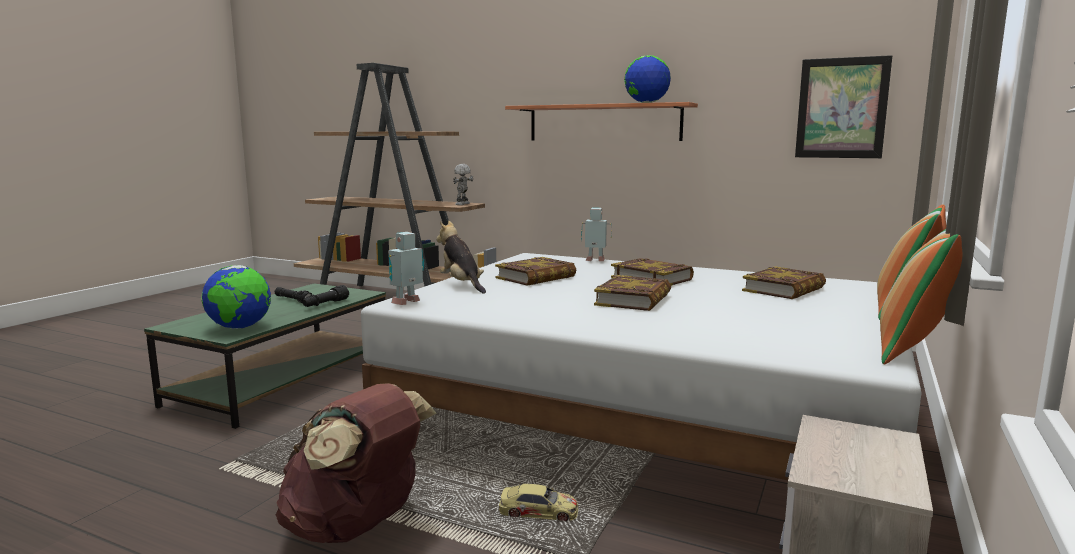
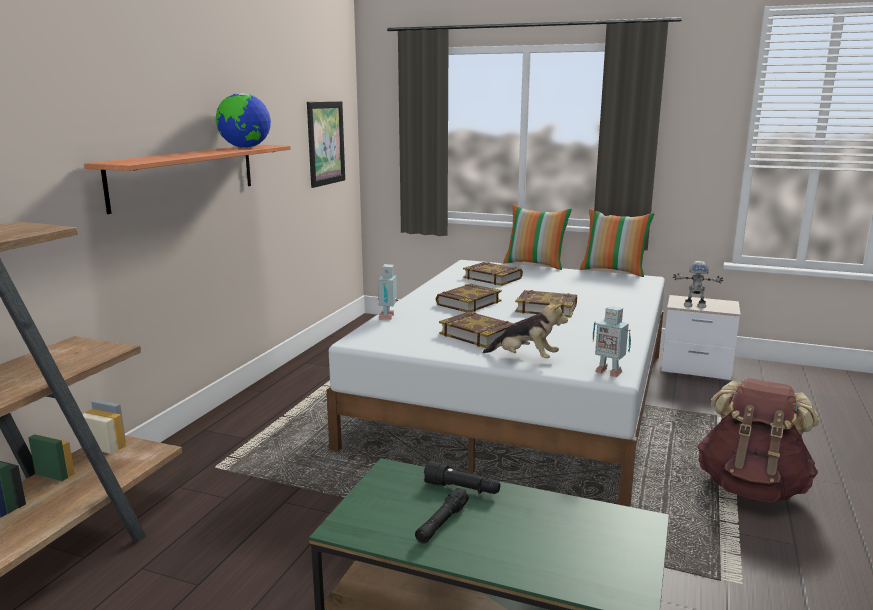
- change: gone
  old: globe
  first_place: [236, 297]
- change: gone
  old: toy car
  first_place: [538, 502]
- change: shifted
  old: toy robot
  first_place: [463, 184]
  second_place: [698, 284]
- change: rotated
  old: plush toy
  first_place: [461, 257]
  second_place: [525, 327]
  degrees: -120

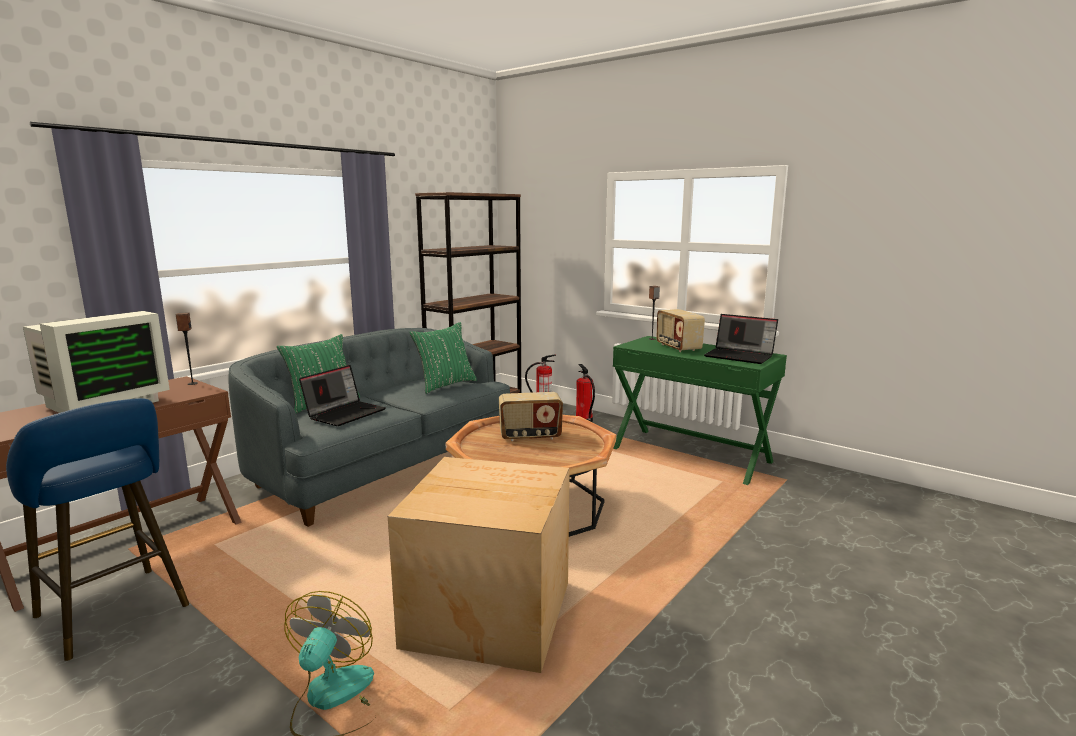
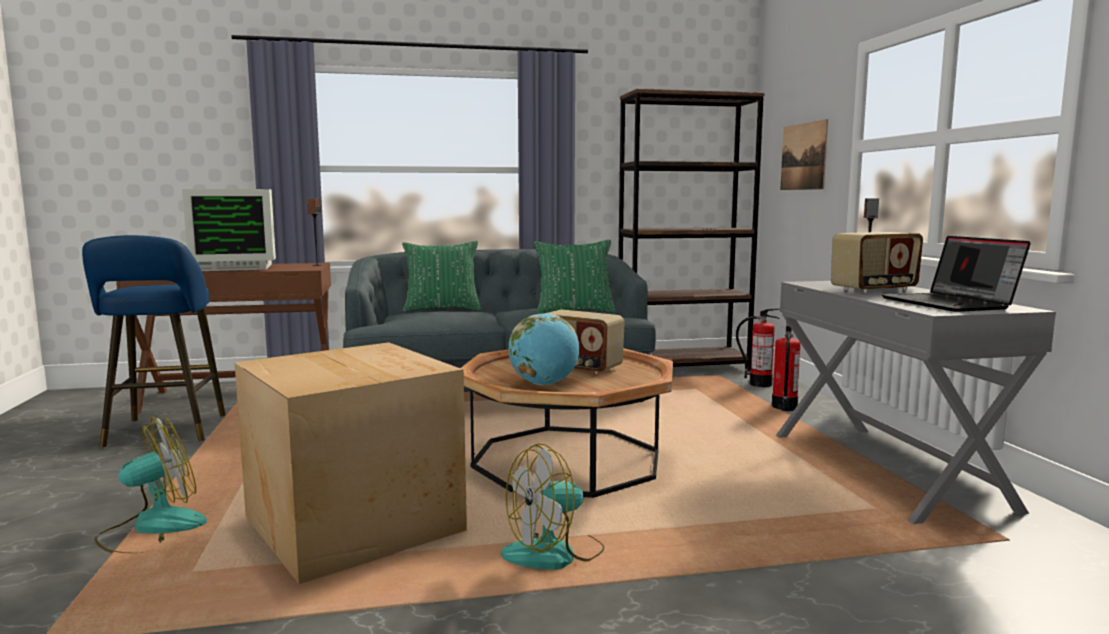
- change: gone
  old: laptop
  first_place: [342, 395]
- change: new
  new: fan
  second_place: [552, 506]
- change: new
  new: globe
  second_place: [544, 349]
- change: new
  new: picture
  second_place: [804, 154]
- change: repainted
  old: green desk
  new: grey desk
  first_place: [700, 410]
  second_place: [916, 402]
- change: rotated
  old: radio
  first_place: [680, 330]
  second_place: [877, 262]
  degrees: -135

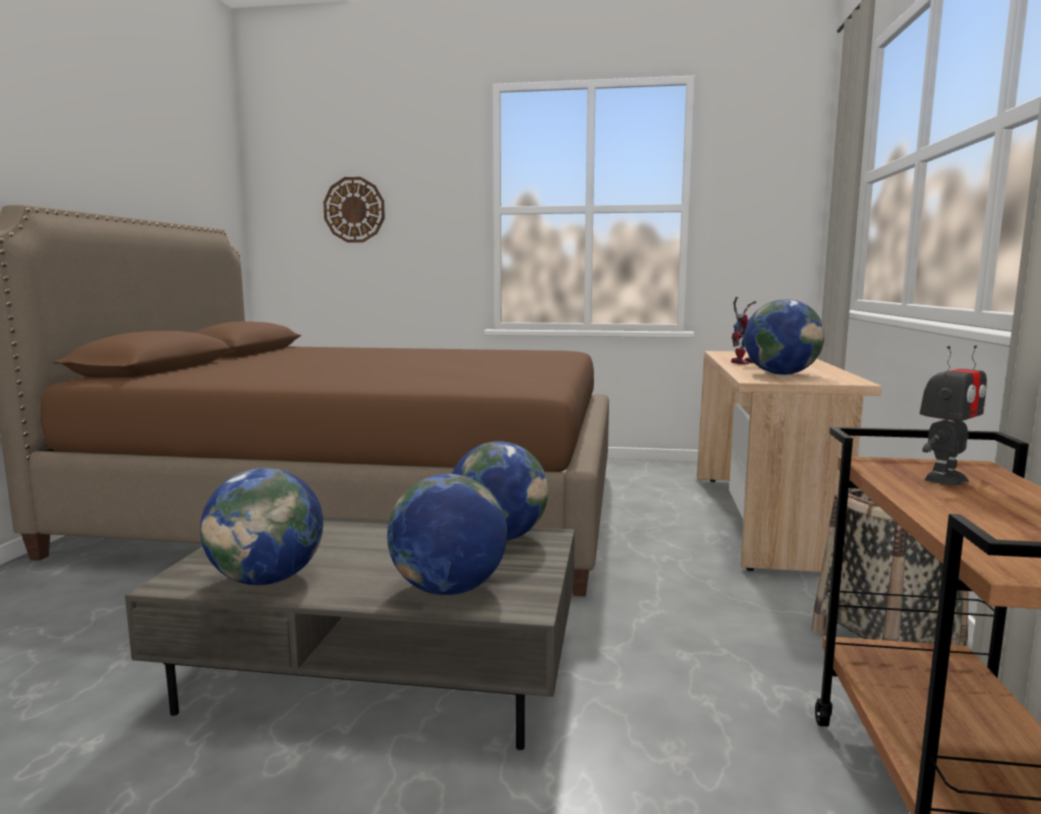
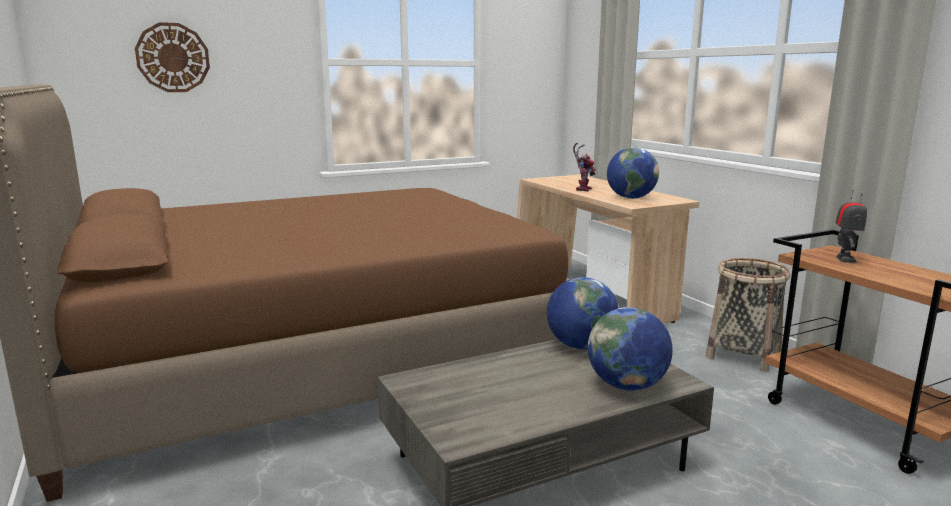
- change: gone
  old: globe
  first_place: [261, 526]

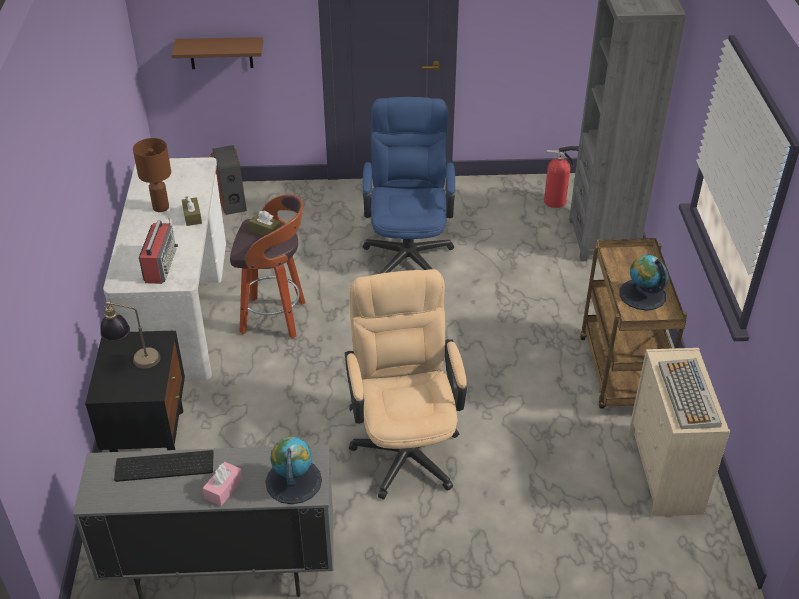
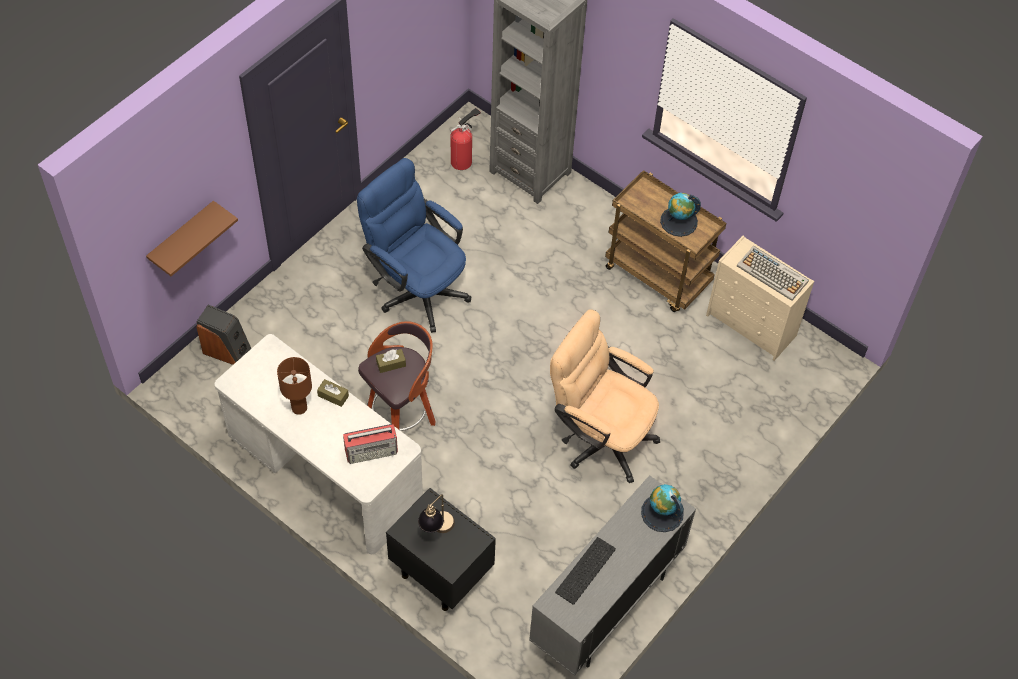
- change: gone
  old: pink tissue box
  first_place: [223, 484]
- change: rotated
  old: radio
  first_place: [158, 251]
  second_place: [370, 444]
  degrees: 120

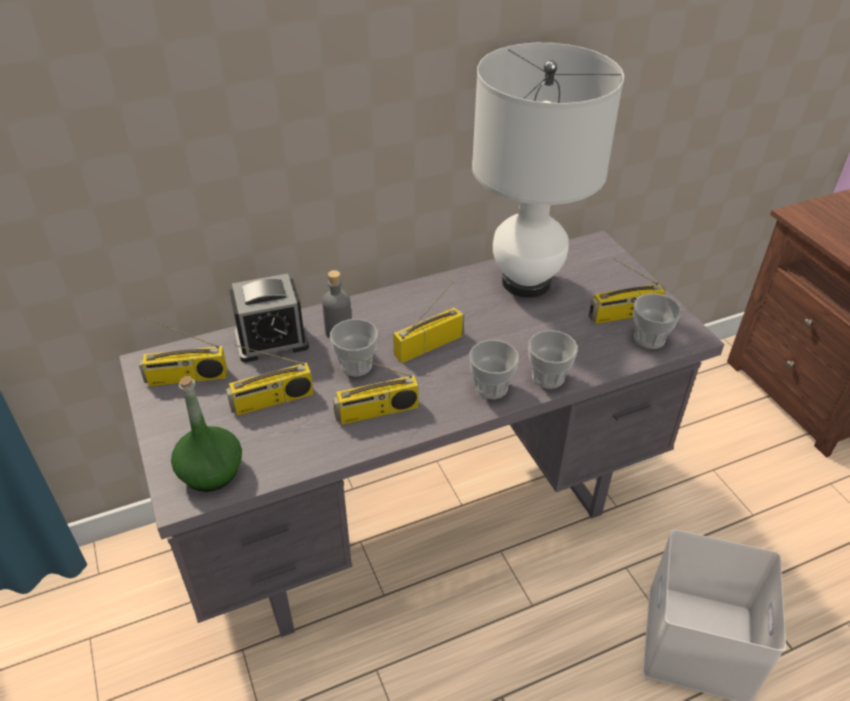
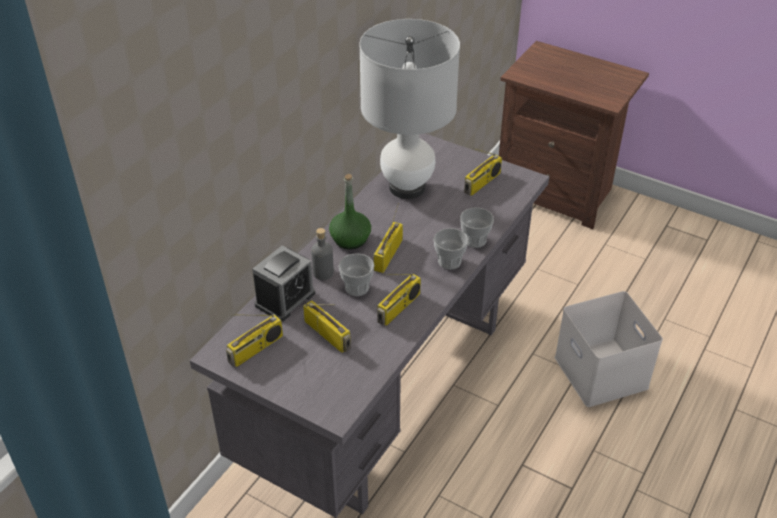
- change: gone
  old: cup
  first_place: [657, 321]
- change: shifted
  old: green bottle
  first_place: [206, 434]
  second_place: [350, 212]
- change: rotated
  old: radio
  first_place: [270, 380]
  second_place: [327, 326]
  degrees: -75

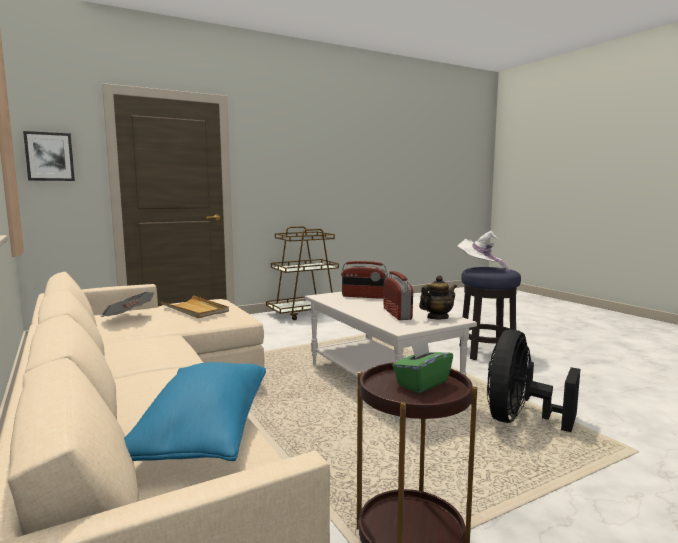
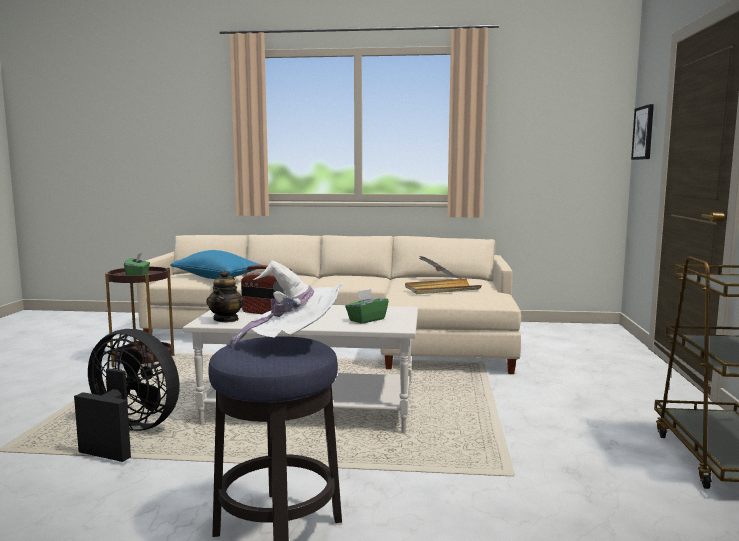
- change: swapped
  old: radio
  new: green tissue box
  first_place: [364, 280]
  second_place: [367, 306]
- change: rotated
  old: black fan
  first_place: [533, 381]
  second_place: [127, 395]
  degrees: -45

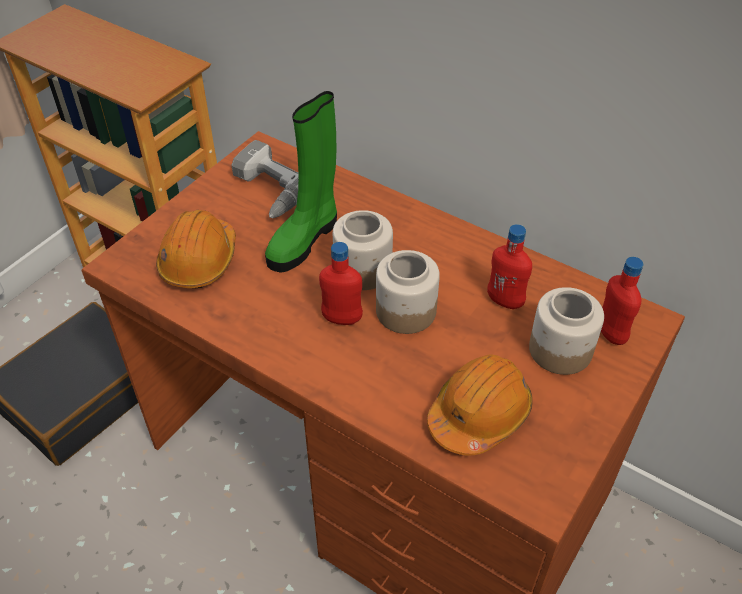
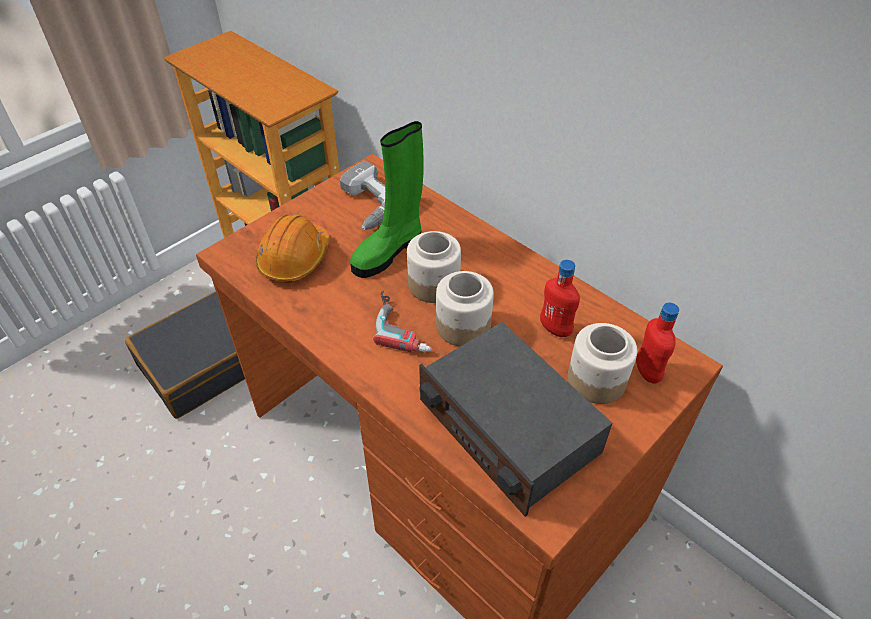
- change: swapped
  old: red bottle
  new: power drill
  first_place: [341, 283]
  second_place: [402, 322]
- change: swapped
  old: orange hard hat
  new: radio
  first_place: [480, 405]
  second_place: [515, 419]

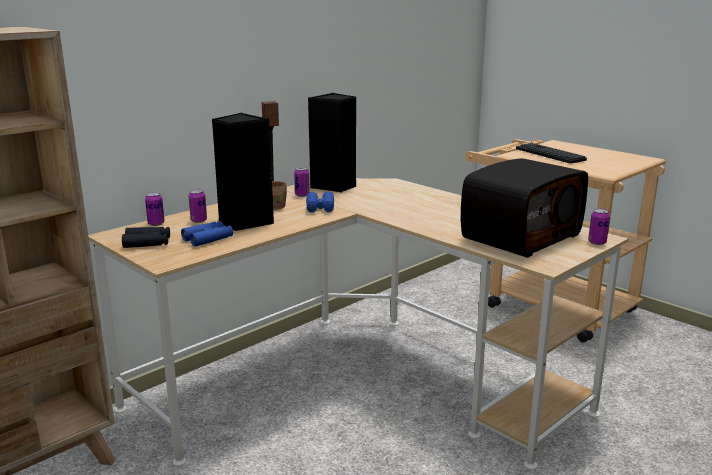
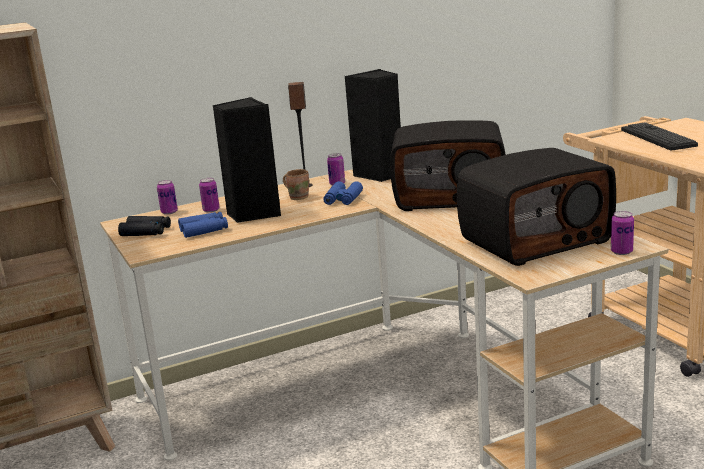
- change: new
  new: radio
  second_place: [447, 165]

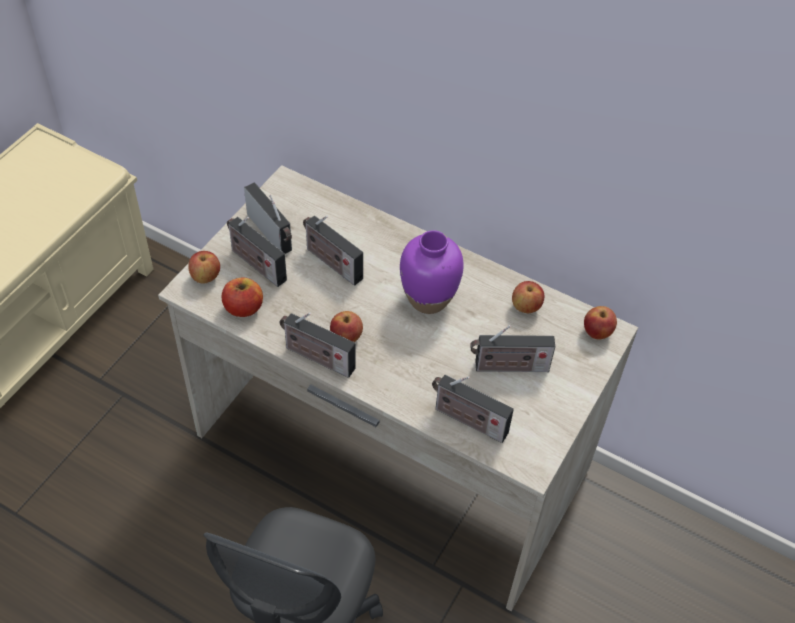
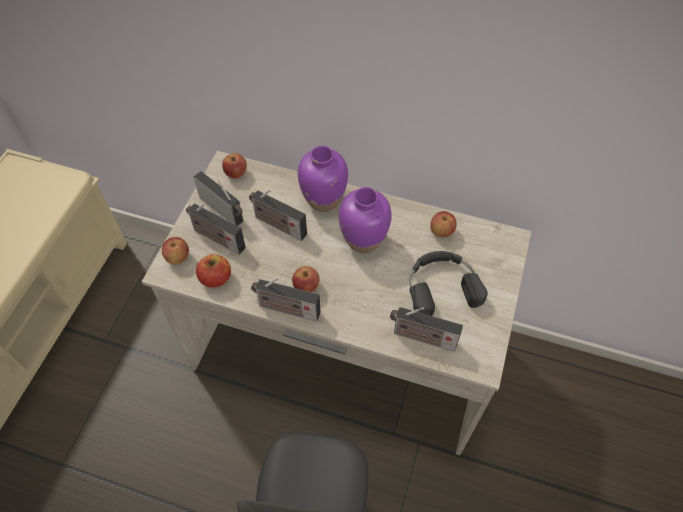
- change: new
  new: purple vase
  second_place: [323, 179]
- change: shifted
  old: apple
  first_place: [600, 323]
  second_place: [234, 166]
- change: swapped
  old: radio
  new: black headphones
  first_place: [512, 348]
  second_place: [448, 283]

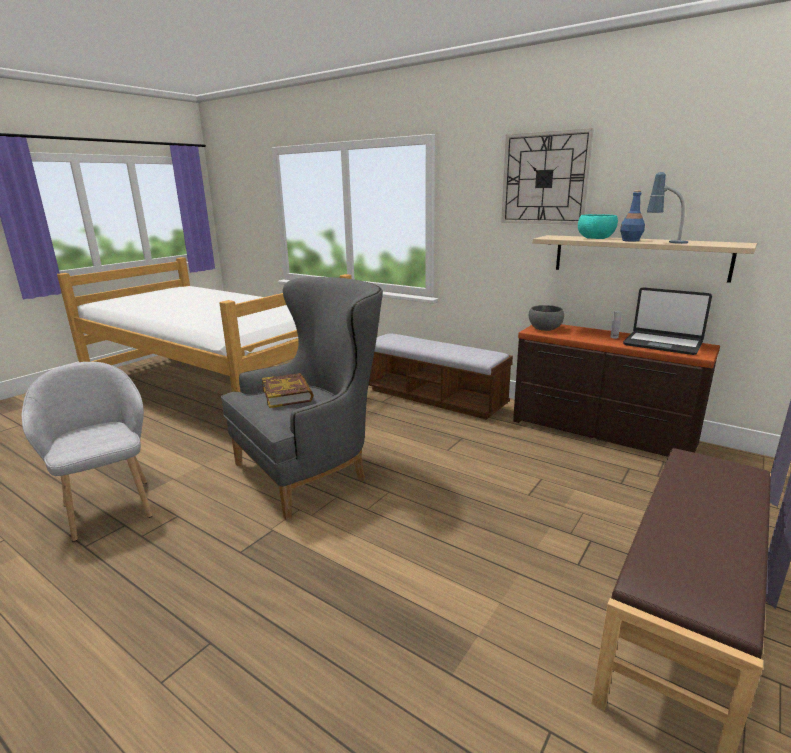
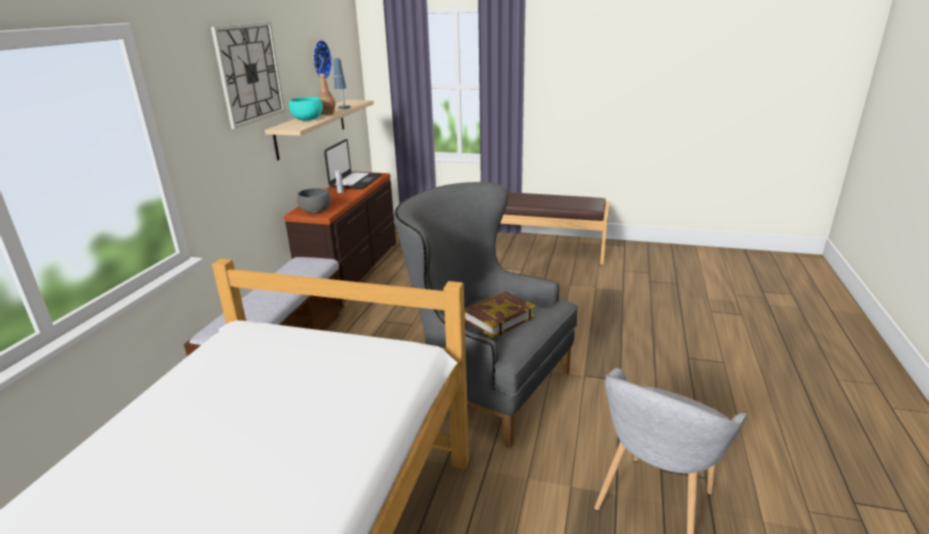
- change: new
  new: wall clock
  second_place: [322, 59]
- change: repainted
  old: blue bottle
  new: brown bottle
  first_place: [632, 215]
  second_place: [327, 94]

